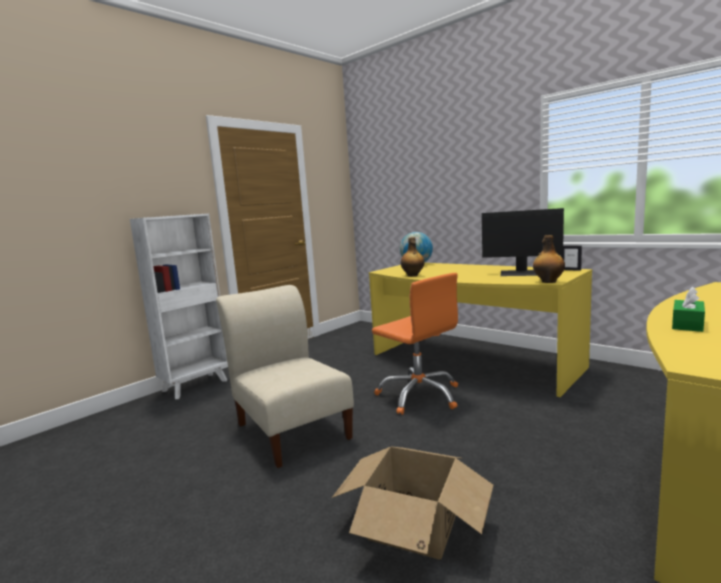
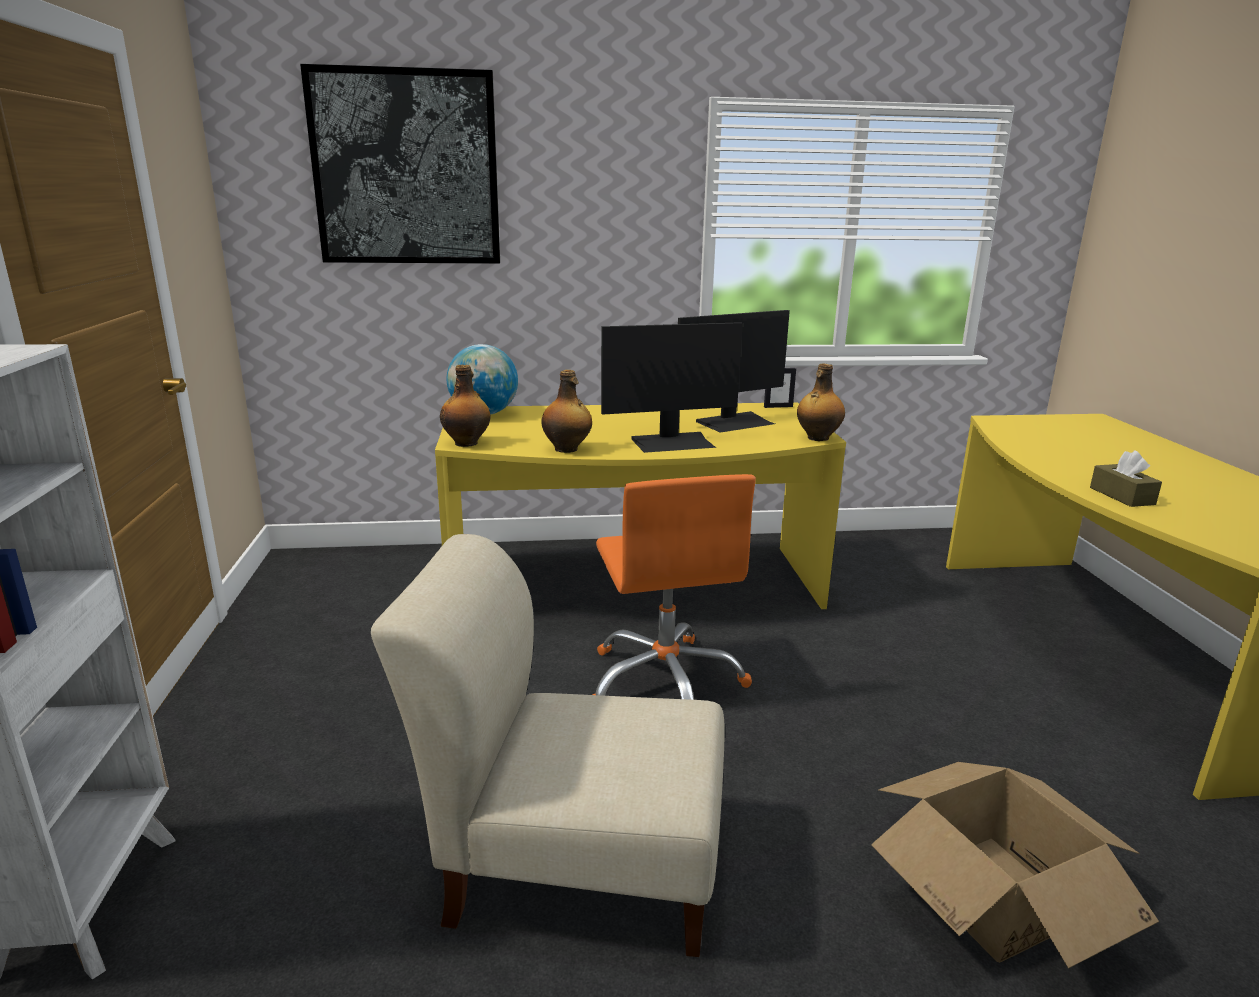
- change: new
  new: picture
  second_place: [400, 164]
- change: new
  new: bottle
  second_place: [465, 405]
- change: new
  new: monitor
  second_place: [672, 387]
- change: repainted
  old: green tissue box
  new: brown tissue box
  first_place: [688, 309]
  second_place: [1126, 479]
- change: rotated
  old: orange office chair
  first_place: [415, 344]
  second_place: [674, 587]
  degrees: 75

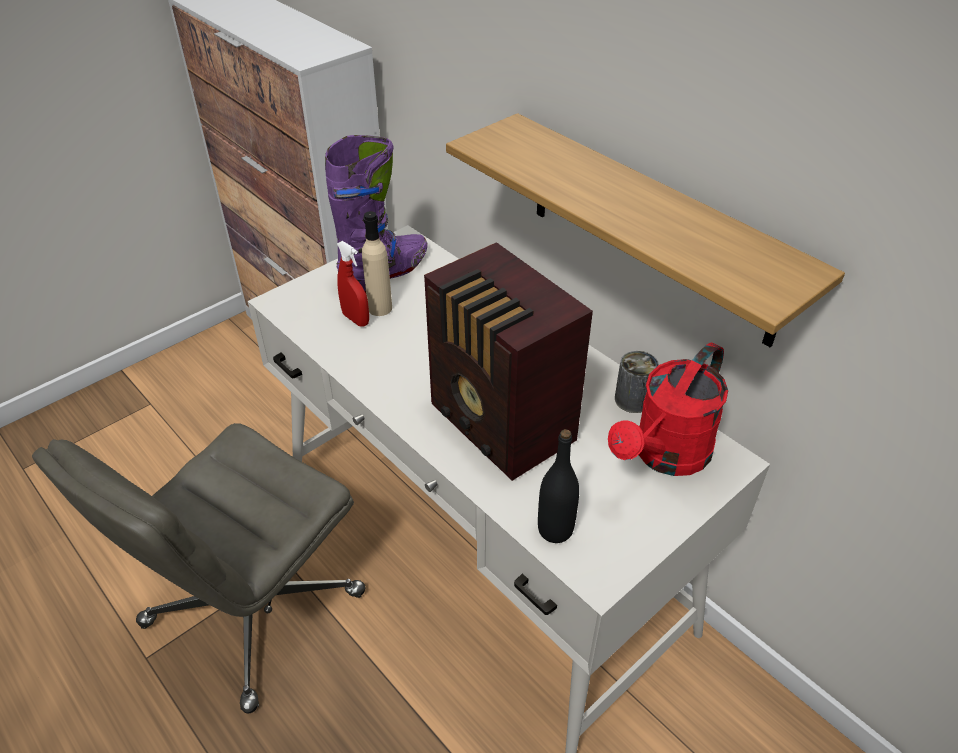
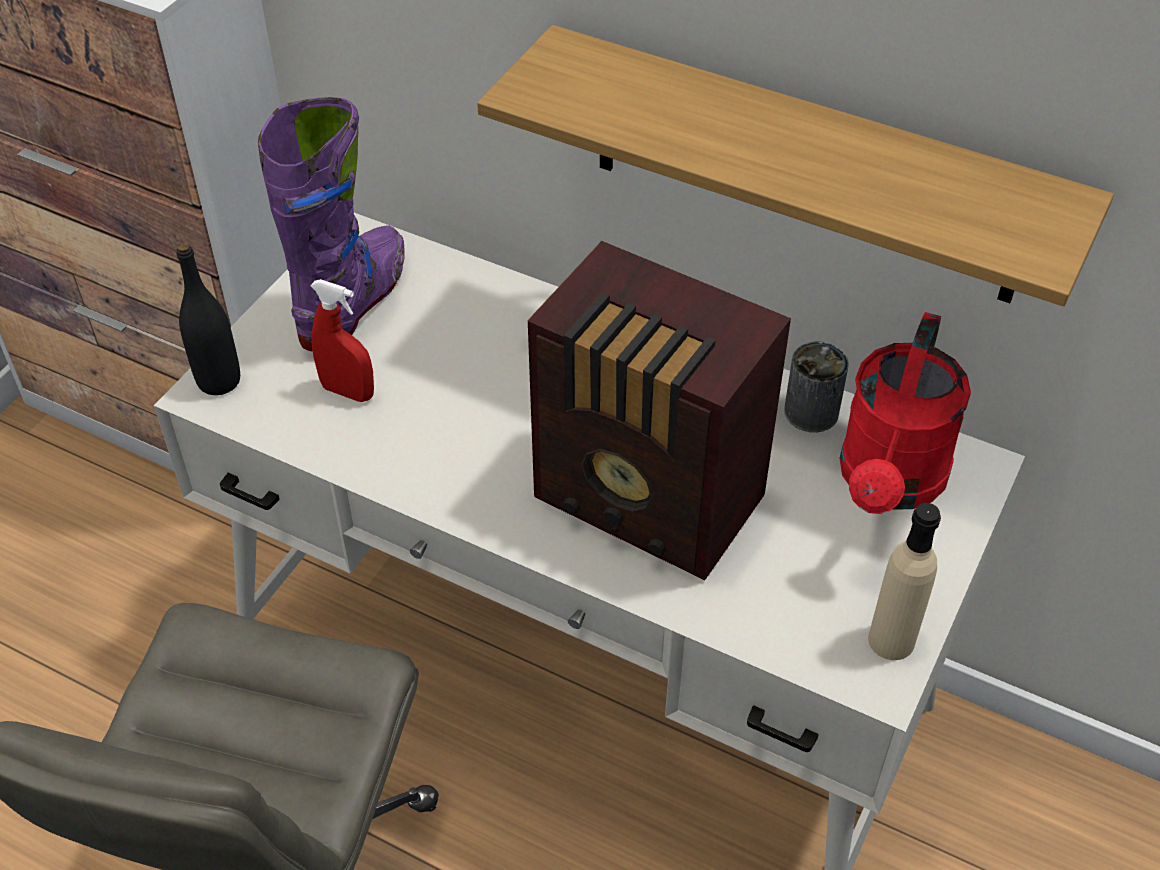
- change: shifted
  old: beige bottle
  first_place: [377, 263]
  second_place: [904, 581]
- change: shifted
  old: black bottle
  first_place: [558, 486]
  second_place: [208, 318]

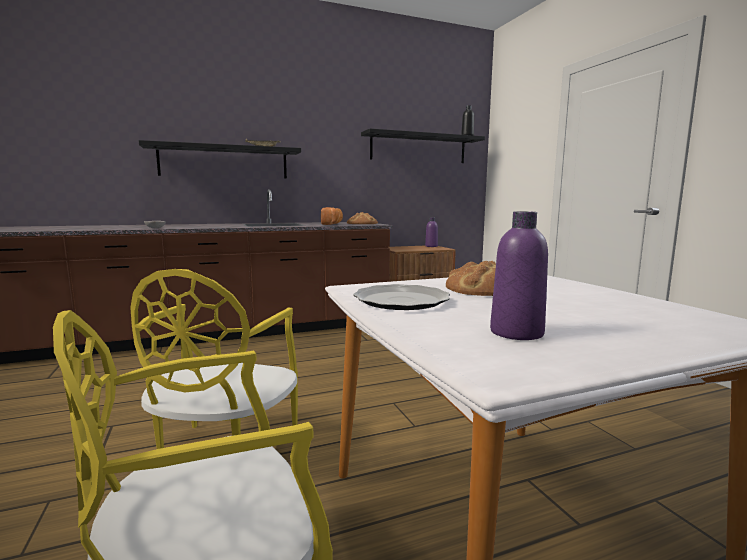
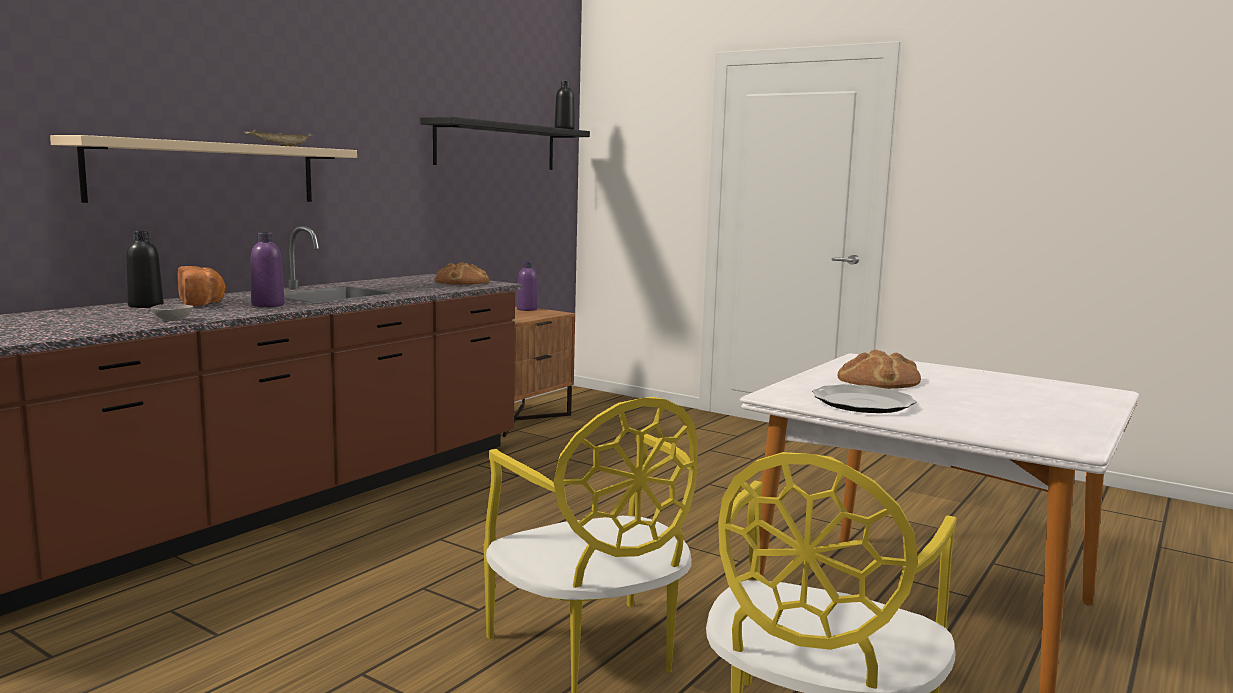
- change: new
  new: black bottle
  second_place: [145, 269]
- change: shifted
  old: bread
  first_place: [332, 216]
  second_place: [201, 286]
- change: shifted
  old: purple bottle
  first_place: [519, 275]
  second_place: [268, 269]
- change: repainted
  old: black shelf
  new: beige shelf
  first_place: [220, 159]
  second_place: [203, 169]

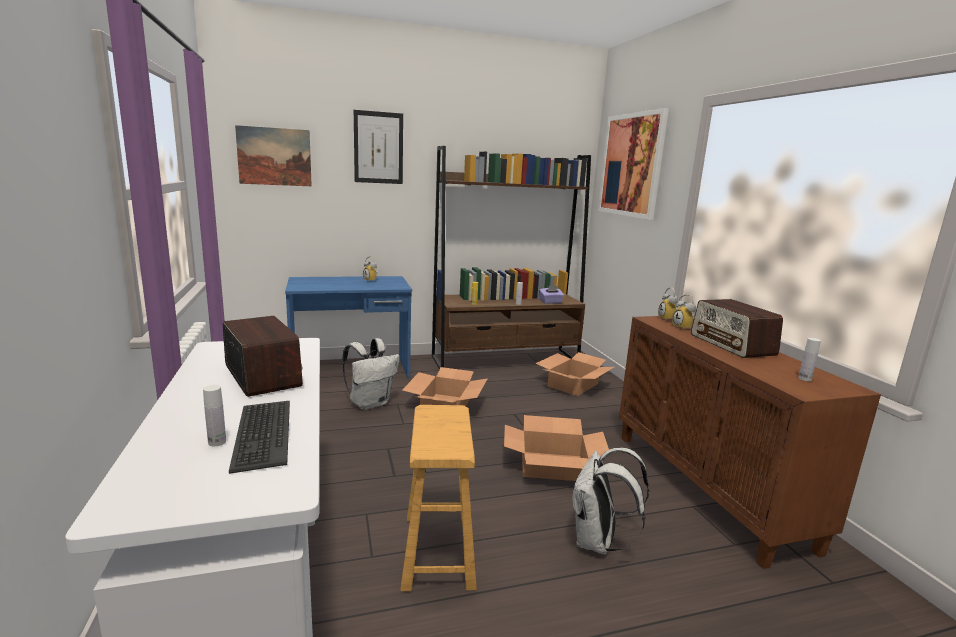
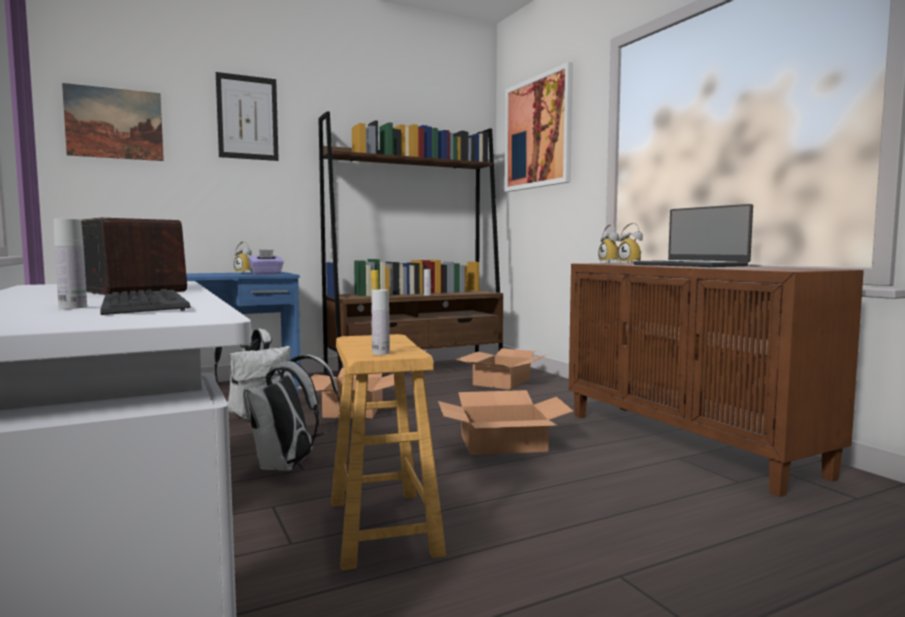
- change: shifted
  old: purple tissue box
  first_place: [551, 295]
  second_place: [266, 262]
- change: shifted
  old: white backpack
  first_place: [610, 501]
  second_place: [291, 413]
- change: shifted
  old: white bottle
  first_place: [809, 359]
  second_place: [380, 322]
- change: swapped
  old: radio
  new: laptop
  first_place: [737, 328]
  second_place: [693, 235]

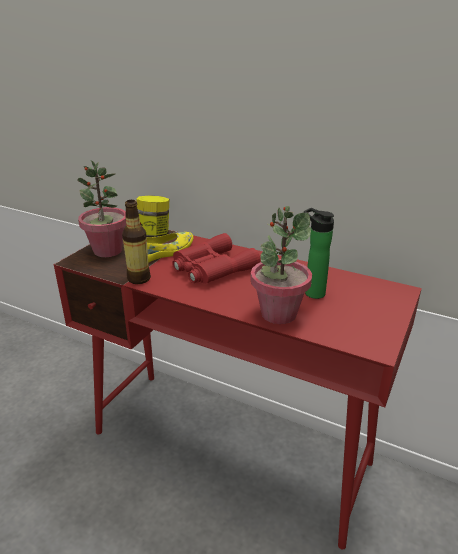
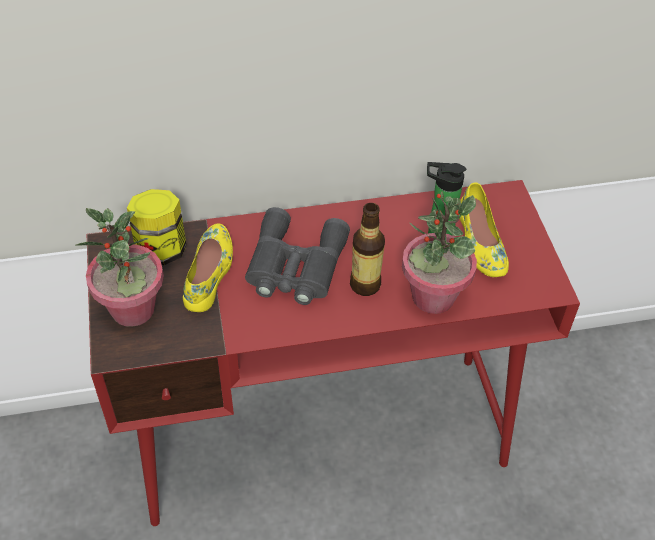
- change: new
  new: yellow shoe
  second_place: [484, 229]
- change: shifted
  old: bottle
  first_place: [136, 242]
  second_place: [367, 249]
- change: repainted
  old: red binoculars
  new: grey binoculars
  first_place: [216, 258]
  second_place: [297, 256]

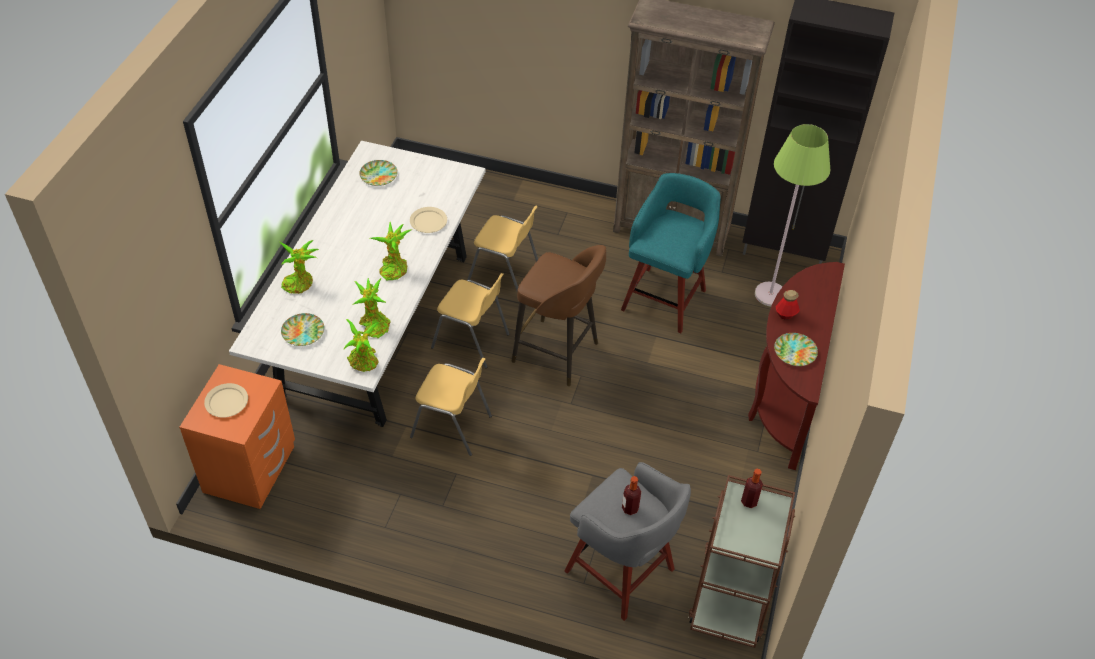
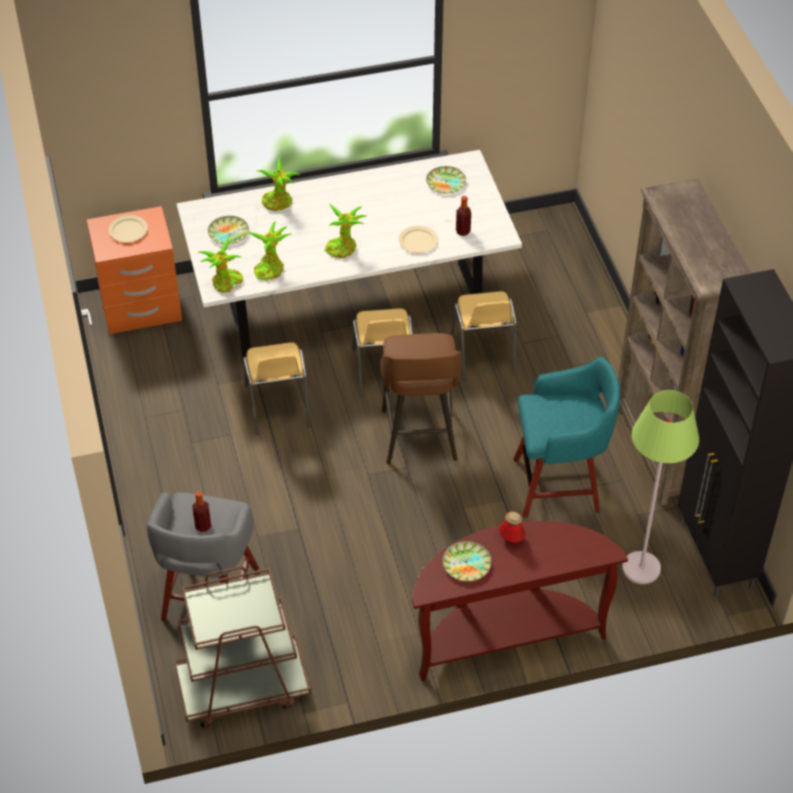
- change: shifted
  old: bottle
  first_place: [752, 488]
  second_place: [463, 216]

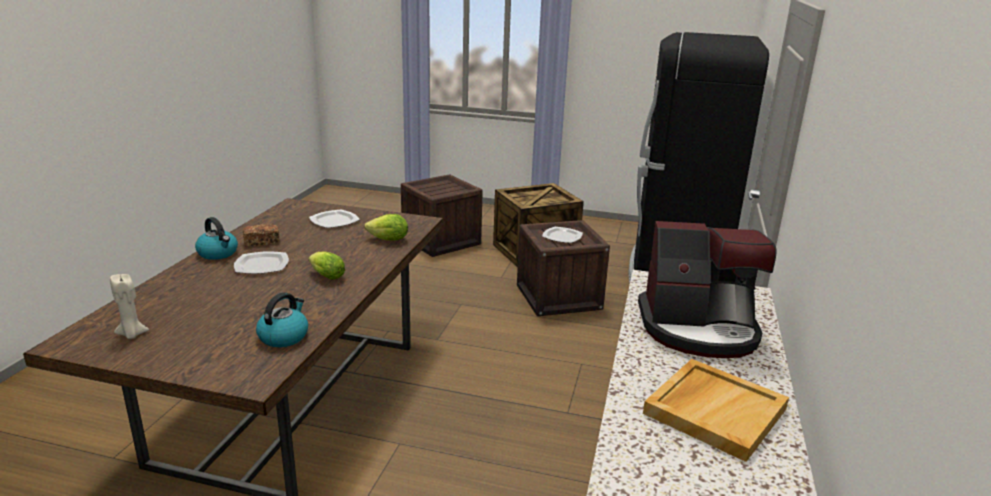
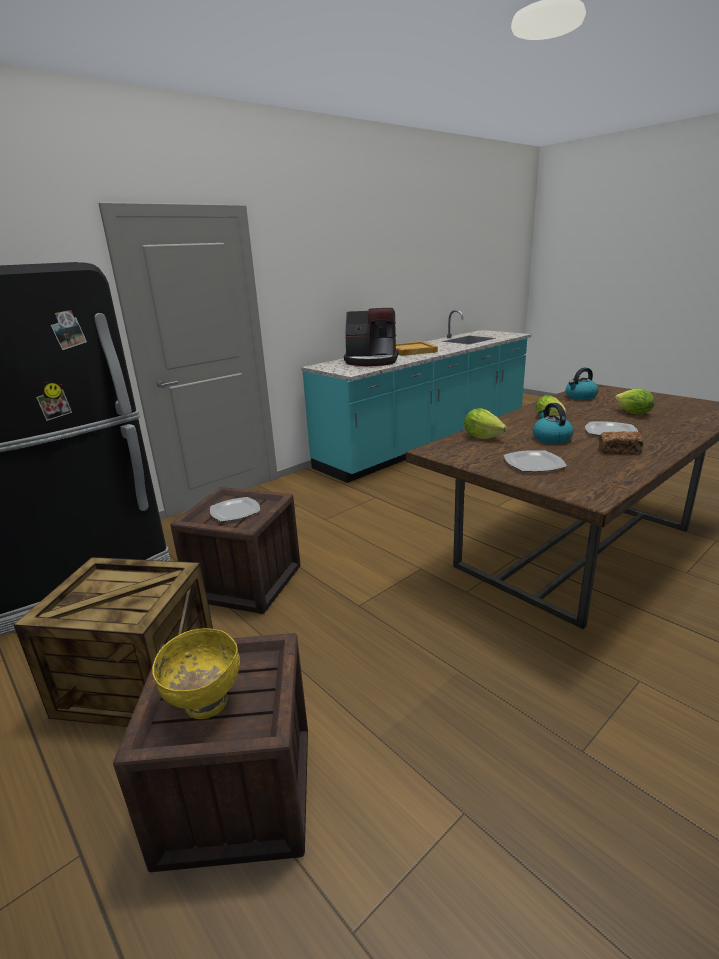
- change: gone
  old: beige candle
  first_place: [129, 306]
- change: new
  new: yellow bowl
  second_place: [196, 673]
- change: new
  new: lettuce
  second_place: [634, 401]
- change: shifted
  old: kettle
  first_place: [216, 238]
  second_place: [553, 423]
- change: rotated
  old: coffee machine
  first_place: [707, 289]
  second_place: [371, 337]
  degrees: 150

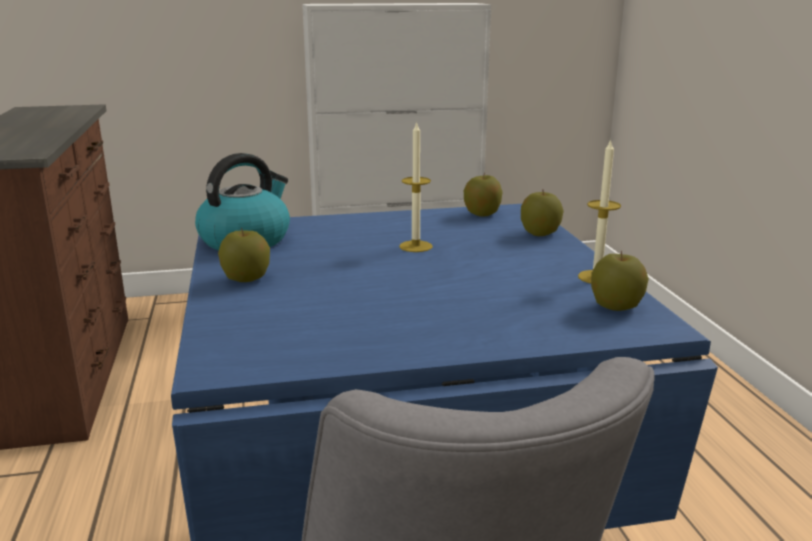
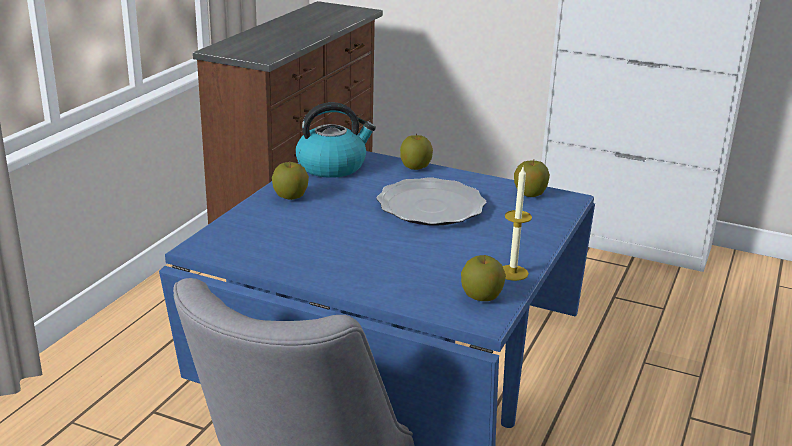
- change: shifted
  old: apple
  first_place: [542, 212]
  second_place: [416, 152]
- change: swapped
  old: candle
  new: plate
  first_place: [416, 186]
  second_place: [431, 201]

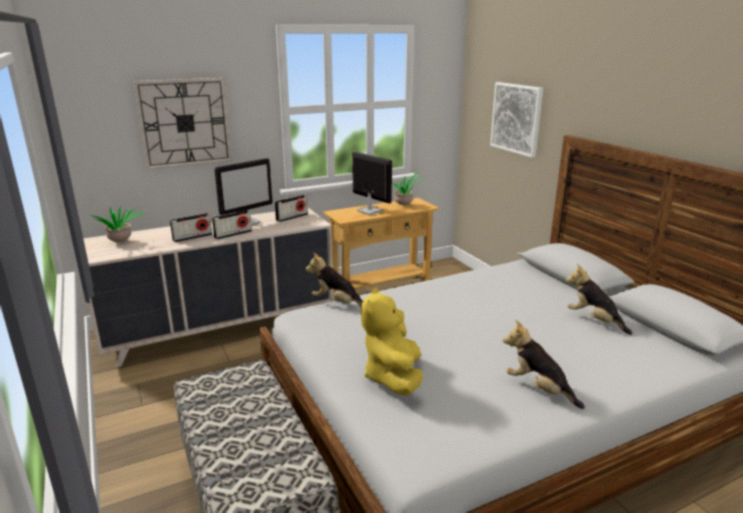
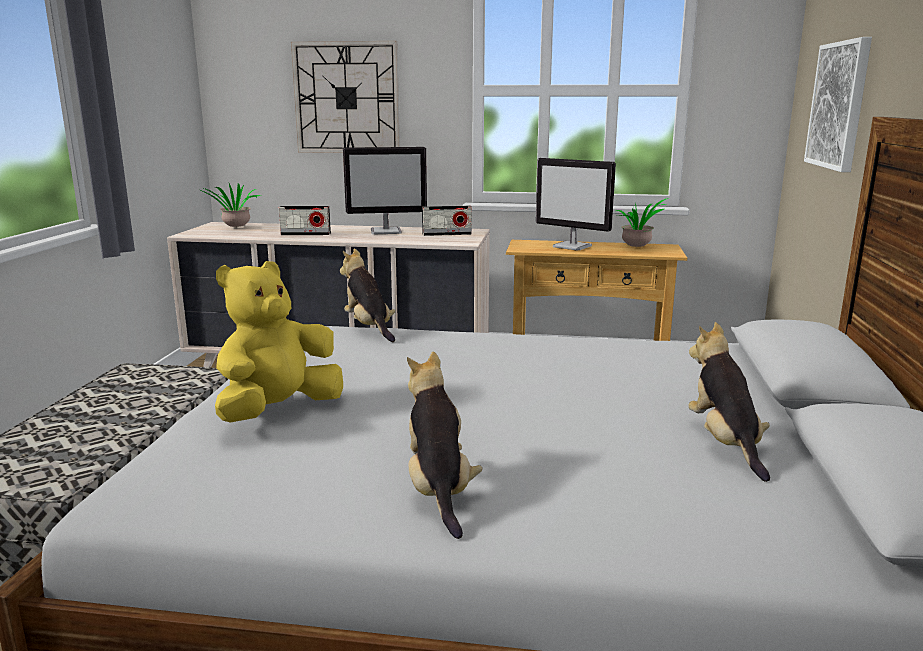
- change: gone
  old: radio
  first_place: [232, 224]
- change: rotated
  old: monitor
  first_place: [372, 183]
  second_place: [576, 204]
  degrees: 135

